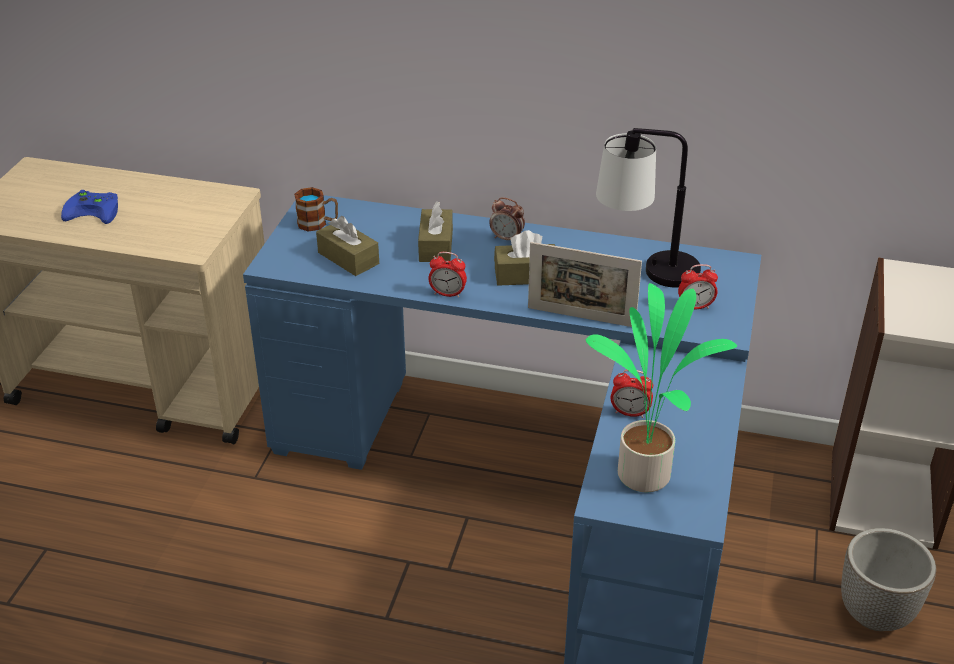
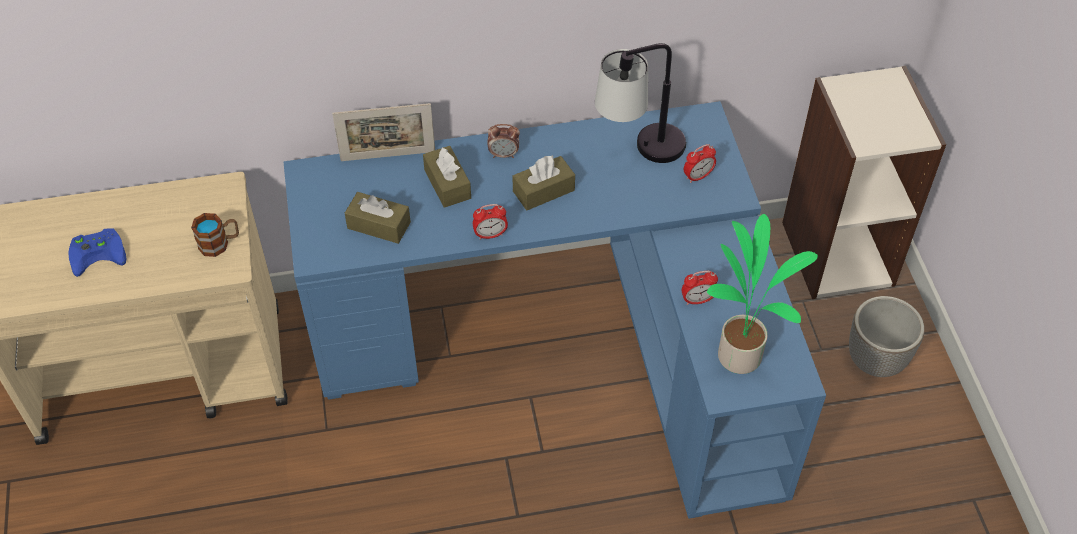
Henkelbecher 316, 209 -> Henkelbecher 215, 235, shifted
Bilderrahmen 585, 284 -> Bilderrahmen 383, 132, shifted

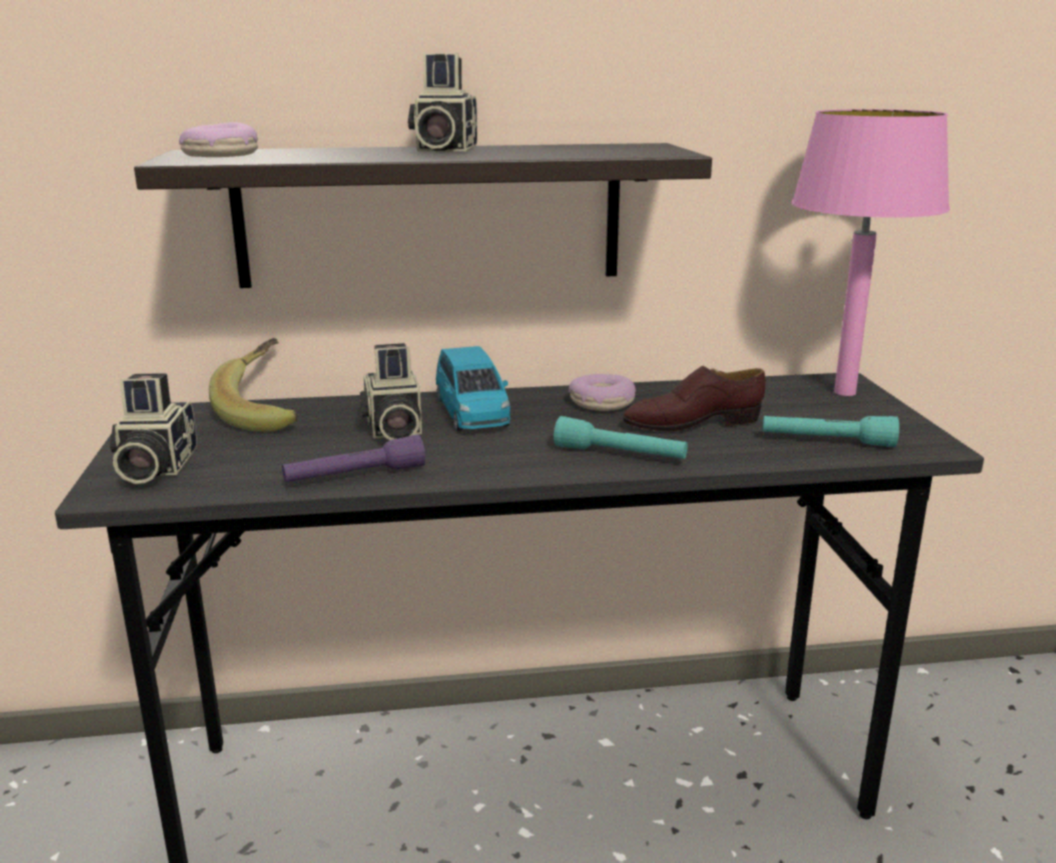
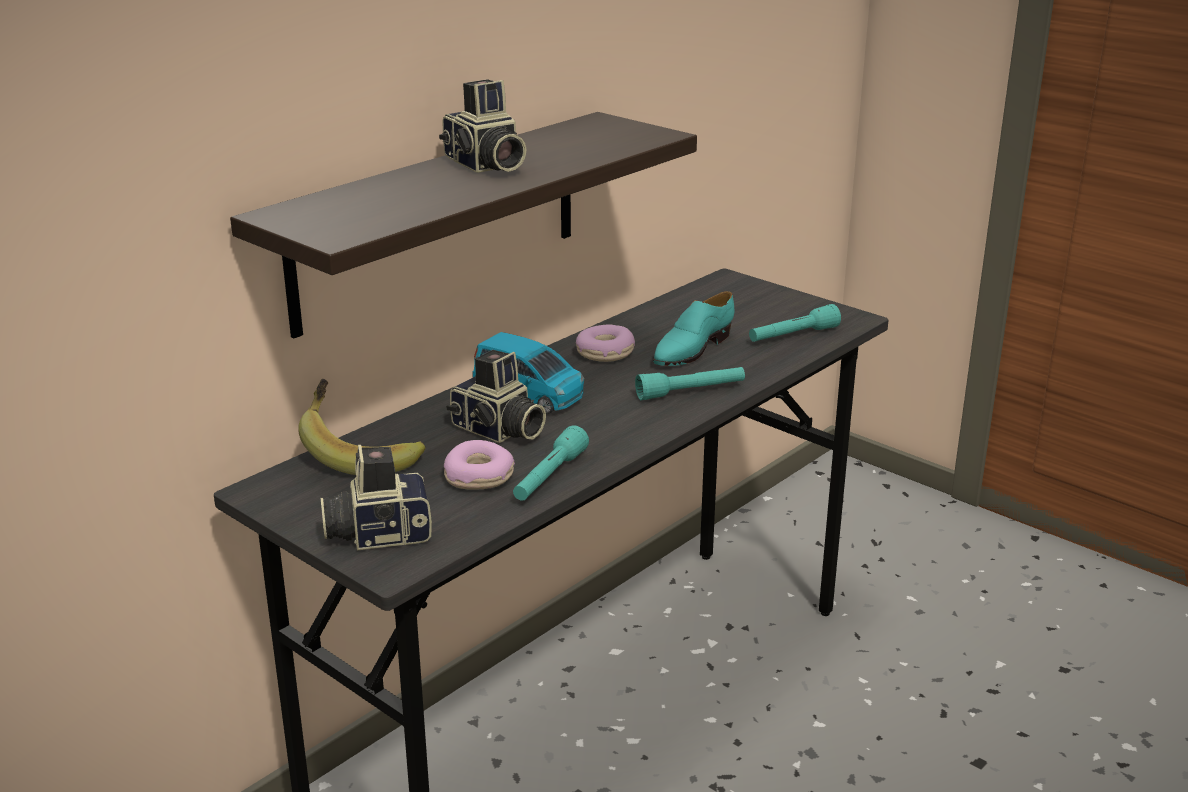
Kamera 153, 428 -> Kamera 376, 498, 120 degrees clockwise
Donut 218, 139 -> Donut 479, 465, shifted
Taschenlampe/lila 353, 458 -> Taschenlampe/türkis 551, 463
Schuh/braun 694, 399 -> Schuh/türkis 693, 328
Tischlampe/rosa 870, 252 -> none

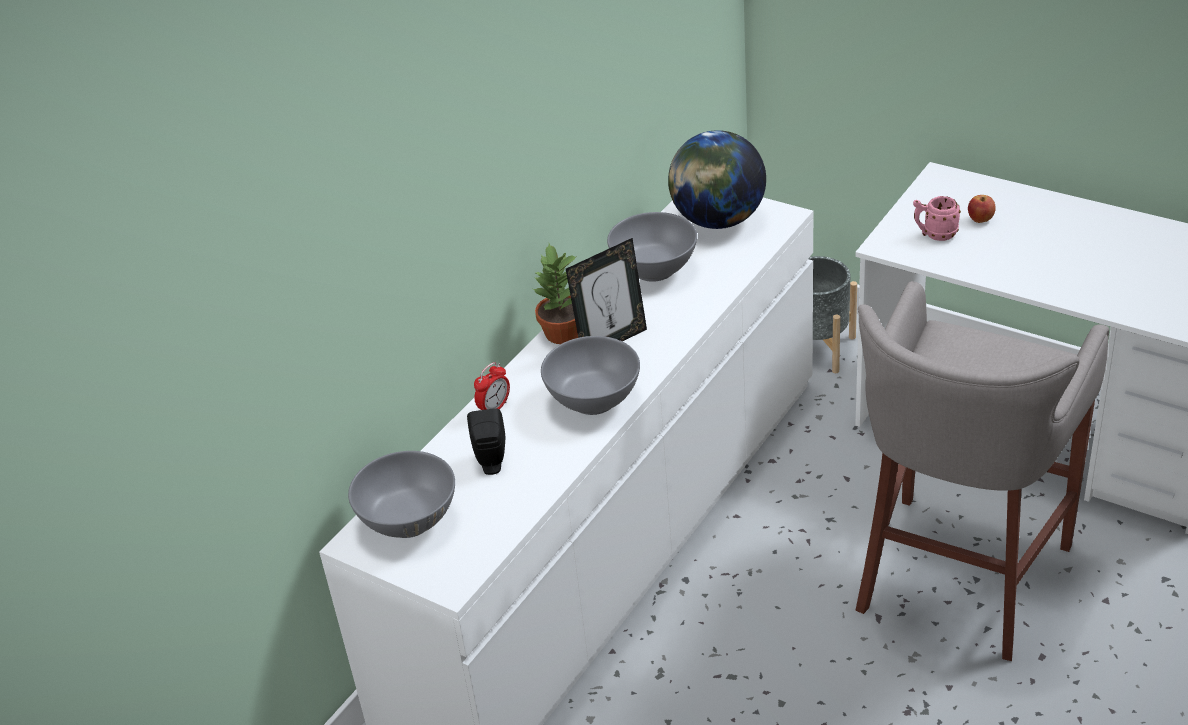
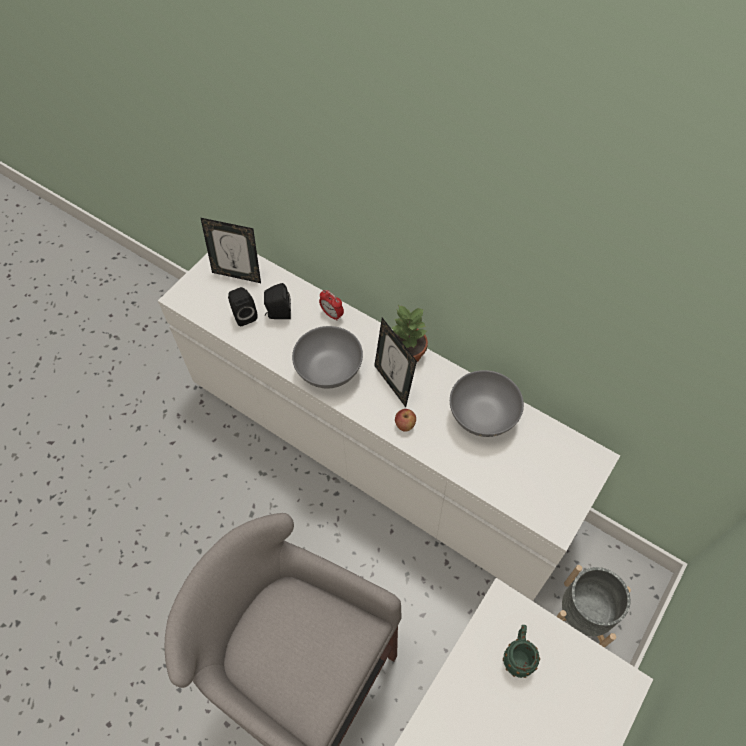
Schüssel/grau 401, 494 -> Bilderrahmen 231, 250
Globus 717, 179 -> none
Henkelbecher/rosa 937, 218 -> Henkelbecher/grün 521, 651
Apfel 982, 209 -> Apfel 405, 420, shifted
none -> Lautsprecher/schwarz 243, 306

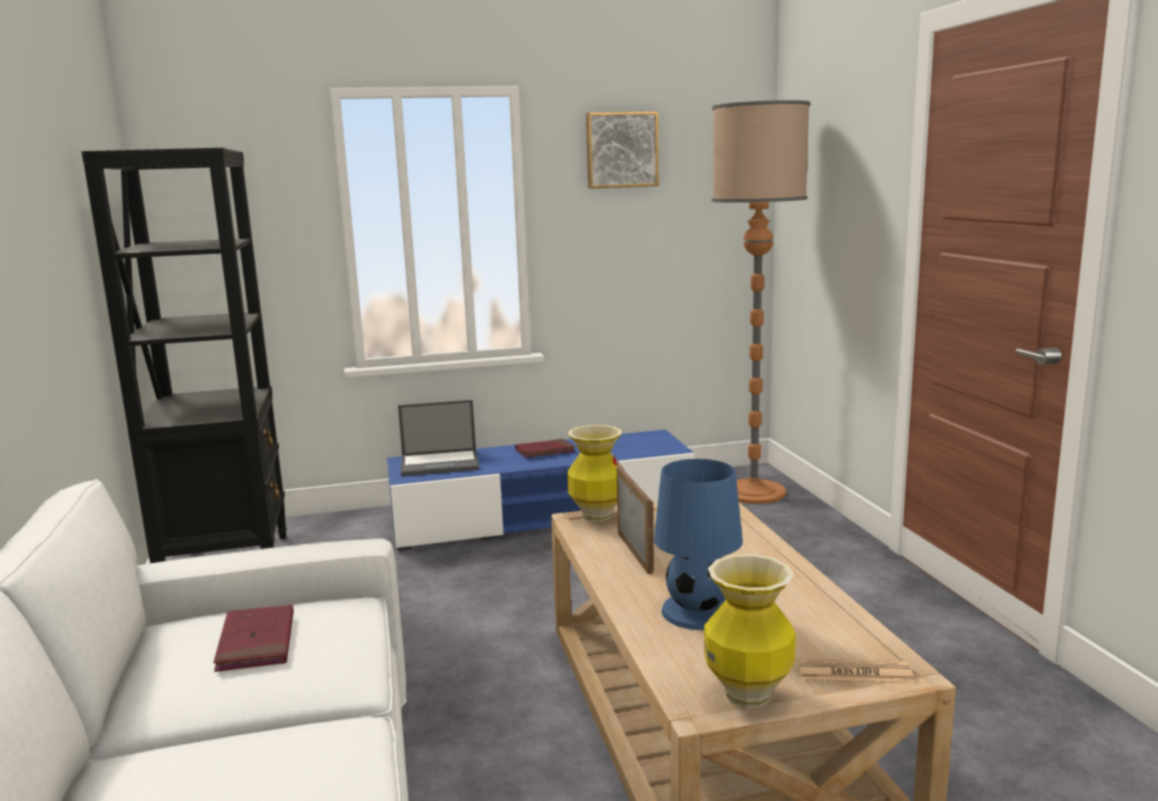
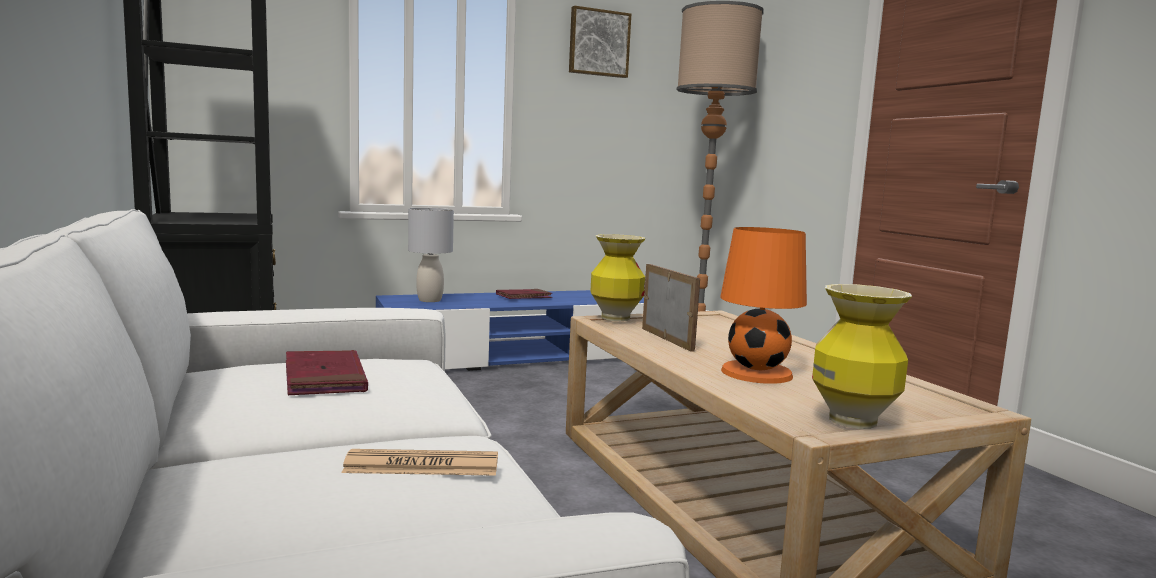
Laptop 438, 438 -> Tischlampe/grau 431, 255
Tischlampe/blau 698, 544 -> Tischlampe/orange 763, 305
Zeitung 855, 671 -> Zeitung 419, 462, shifted

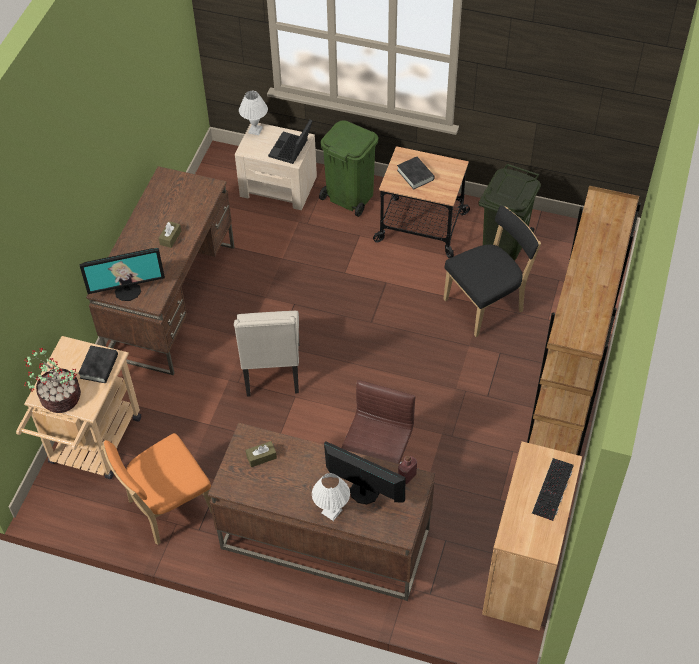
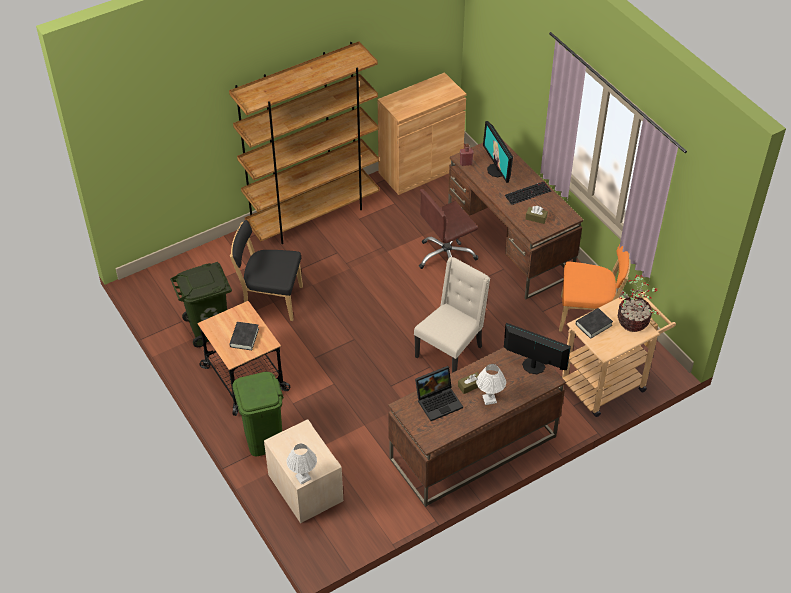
Laptop 290, 142 -> Laptop 439, 393, shifted
Tischlampe/weiß 331, 497 -> Tischlampe/weiß 491, 384, shifted
Tastatur 553, 489 -> Tastatur 528, 193, shifted

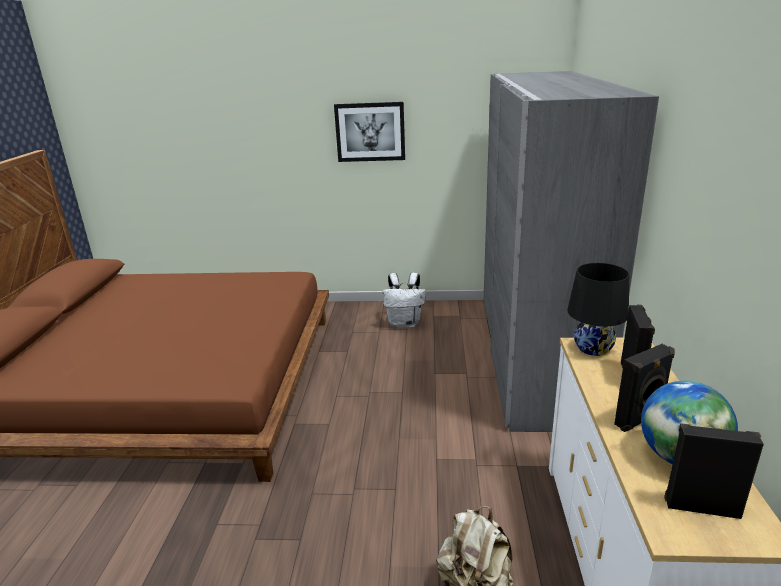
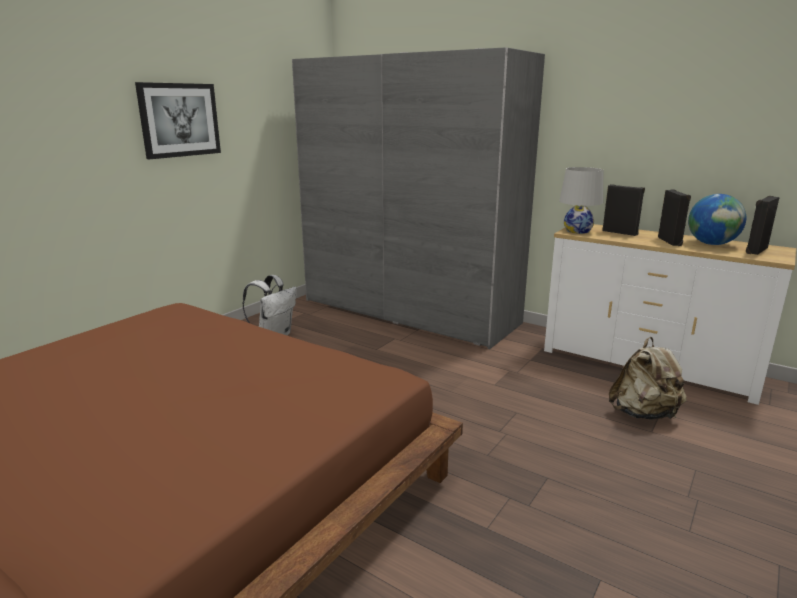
Tischlampe/schwarz 598, 309 -> Tischlampe/weiß 581, 200

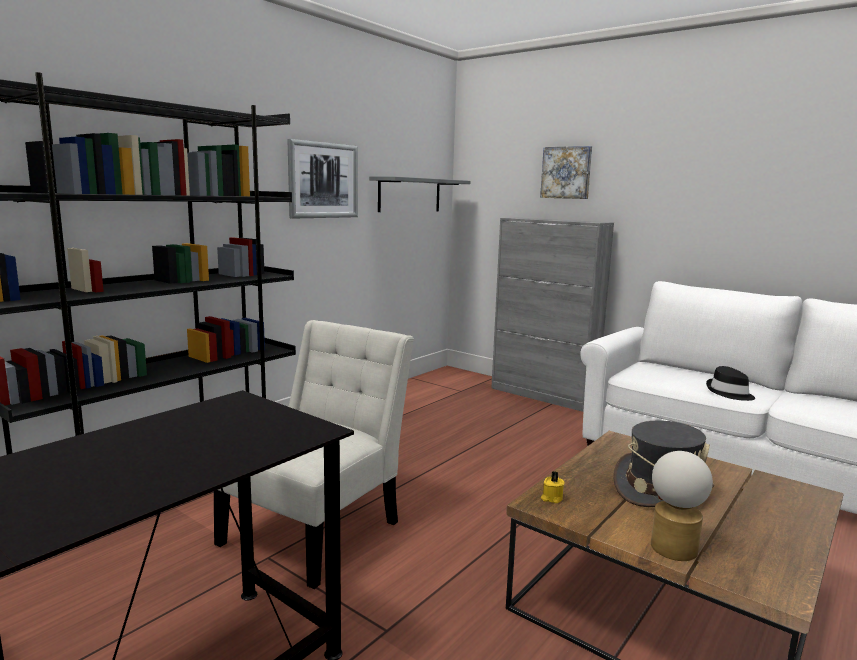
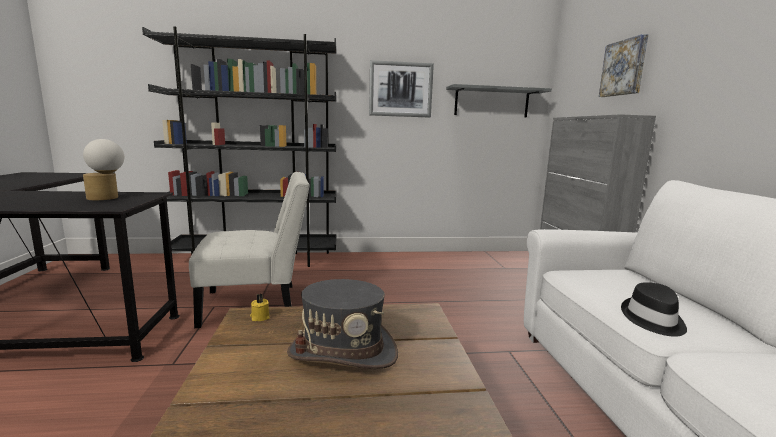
Tischlampe 682, 506 -> Tischlampe 103, 169, shifted

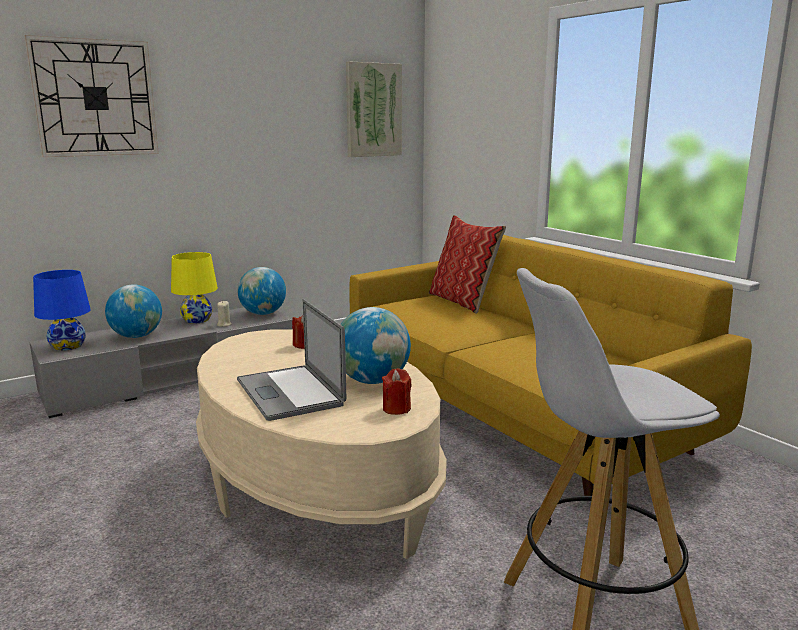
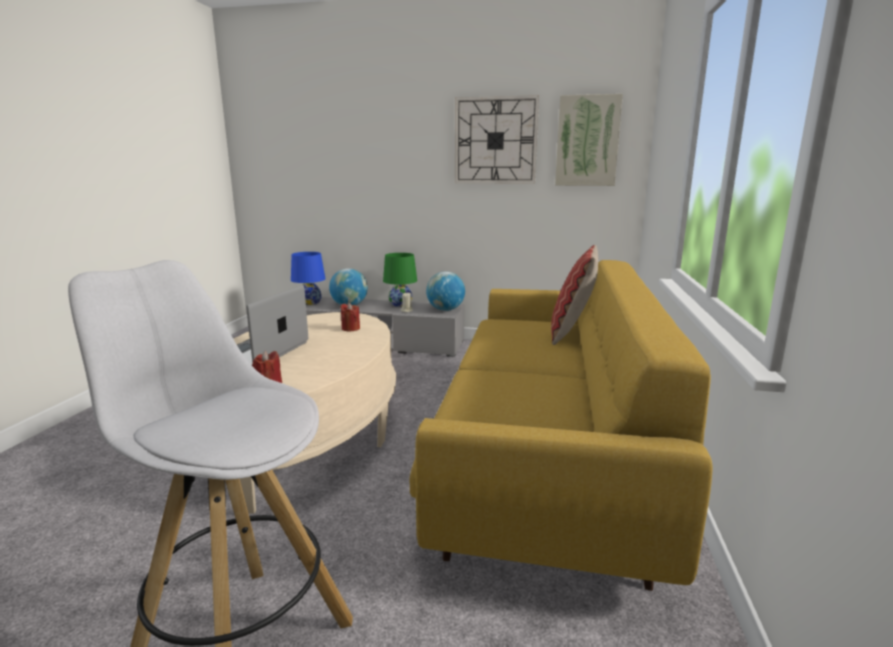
Wanduhr 91, 96 -> Wanduhr 497, 139, shifted
Tischlampe/gelb 194, 287 -> Tischlampe/grün 400, 280
Globus 375, 345 -> none

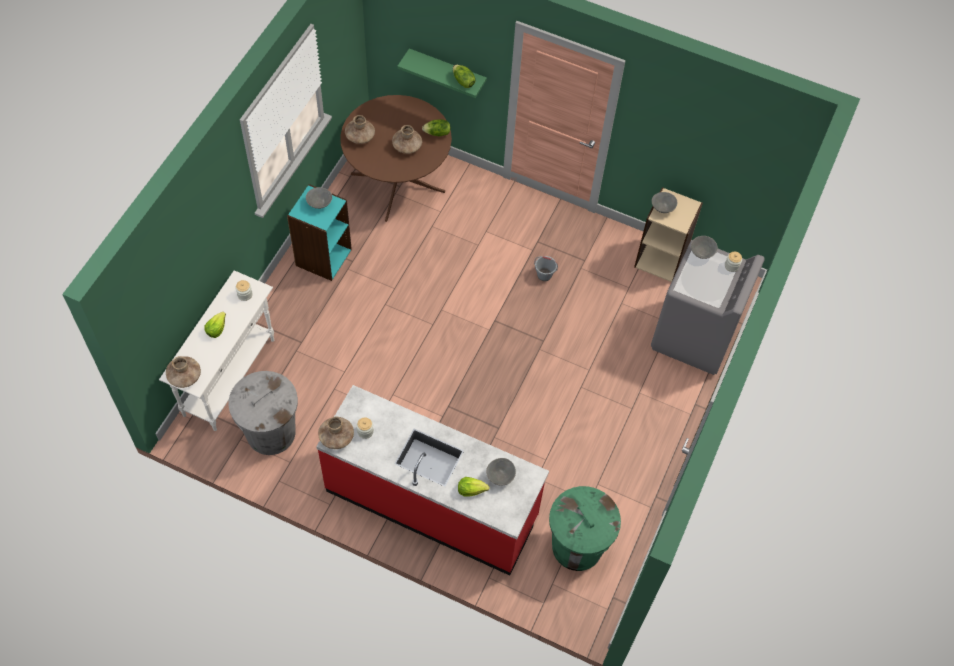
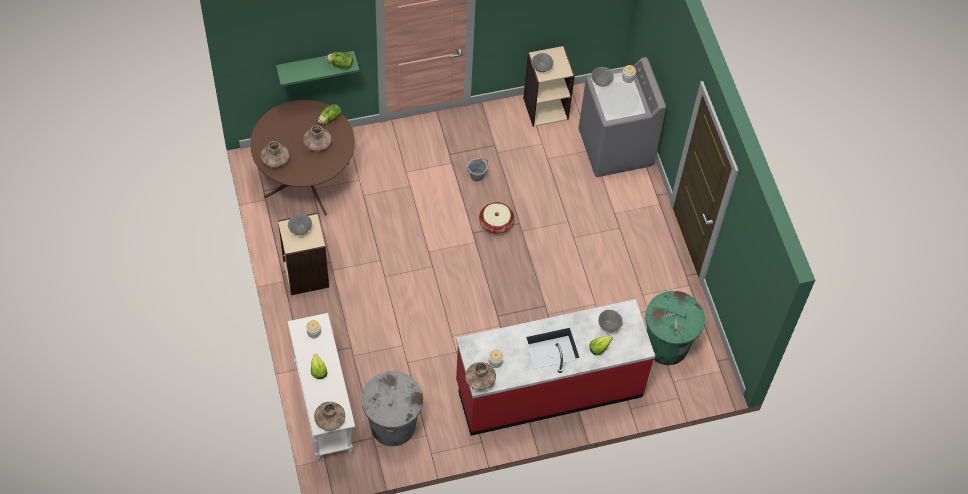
Bücherregal/türkis 319, 232 -> Bücherregal/beige 303, 254
none -> Korb 496, 218

